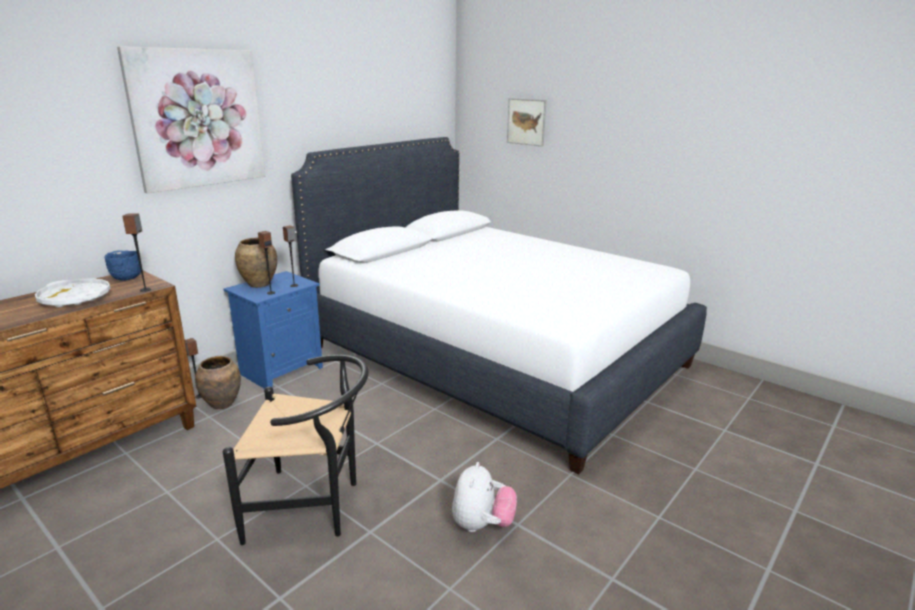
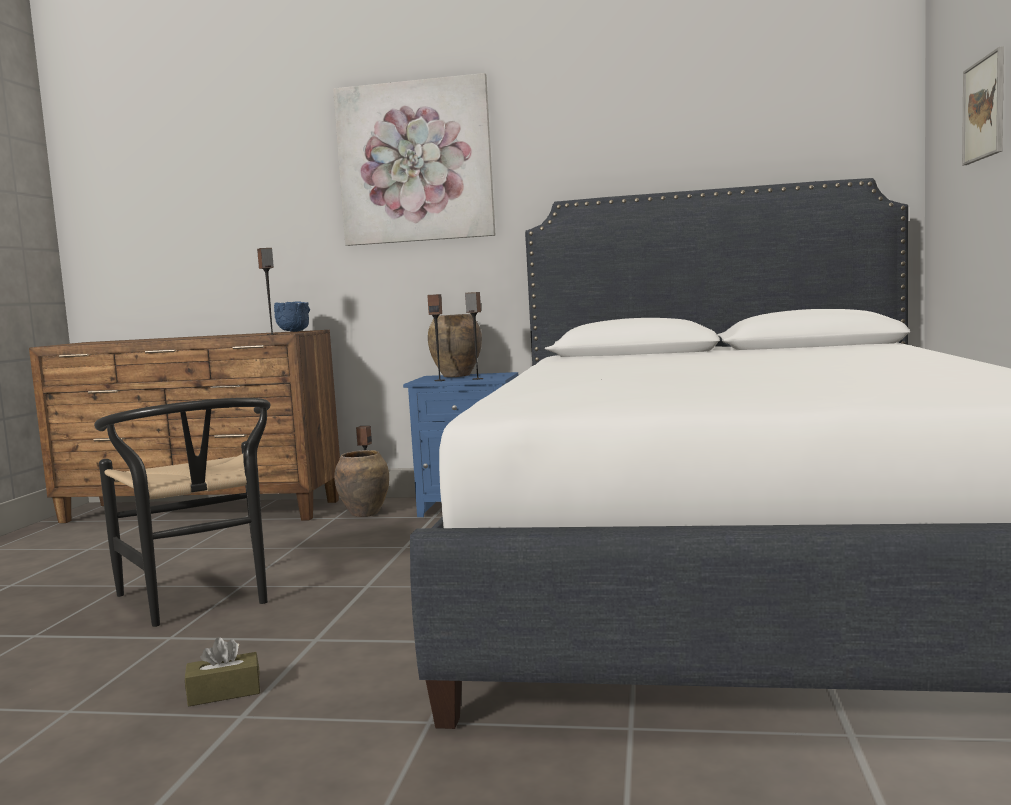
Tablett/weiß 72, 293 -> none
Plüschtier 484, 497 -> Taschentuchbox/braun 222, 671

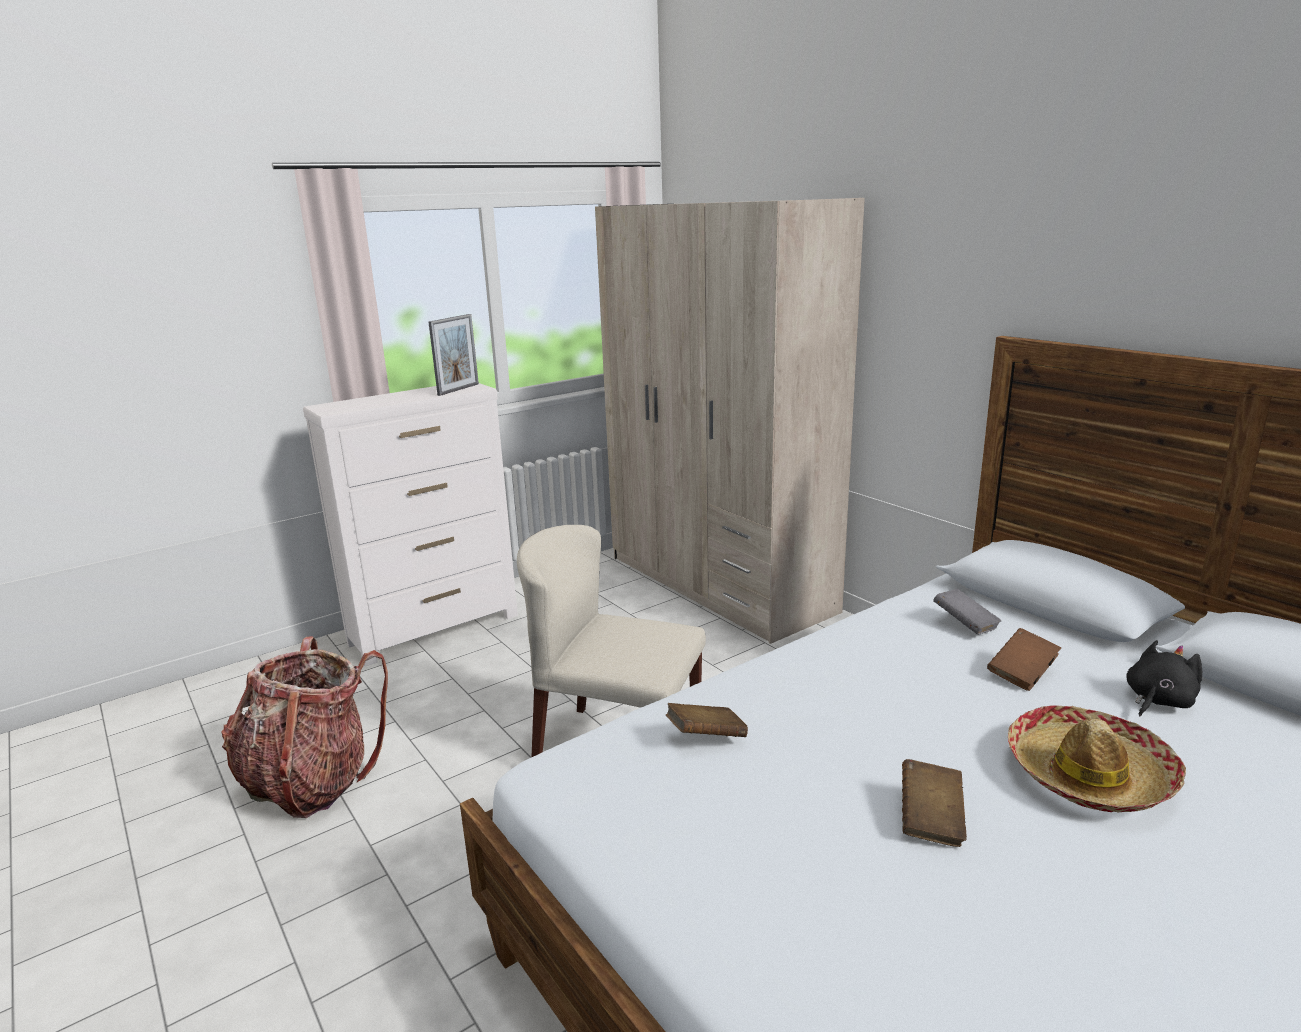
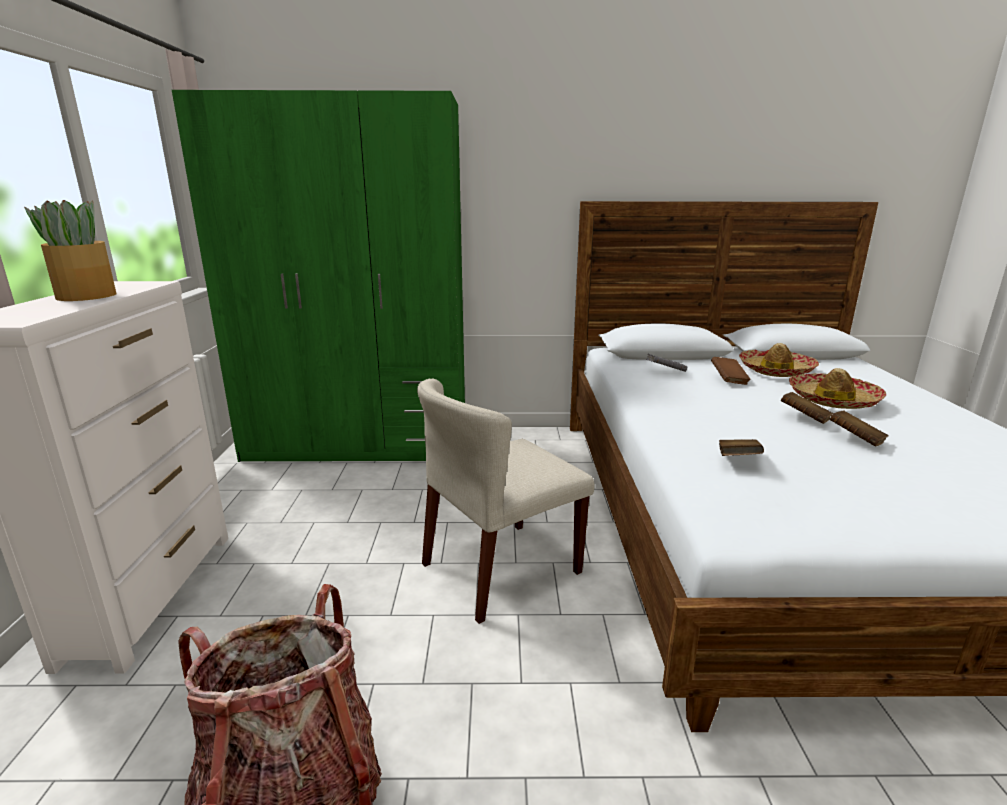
Bilderrahmen 454, 355 -> none
Kleiderschrank/beige 730, 421 -> Kleiderschrank/grün 318, 276
Plüschtier/schwarz 1164, 678 -> Hut 779, 360
none -> Topfpflanze 70, 250
none -> Buch/braun 806, 408

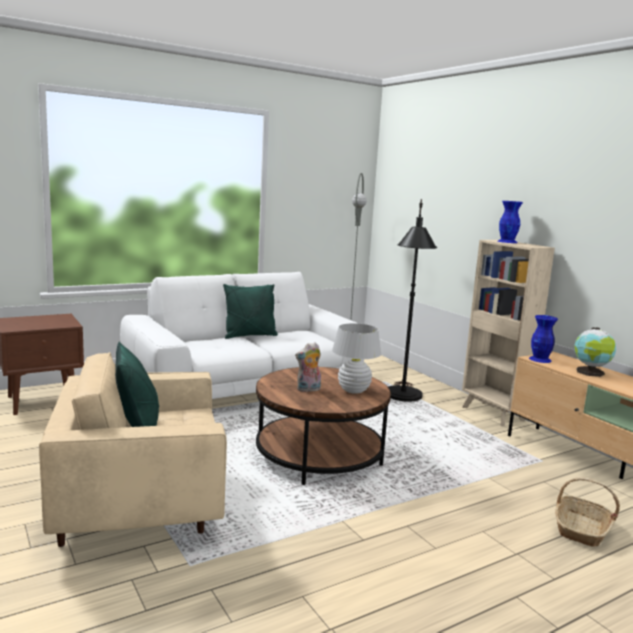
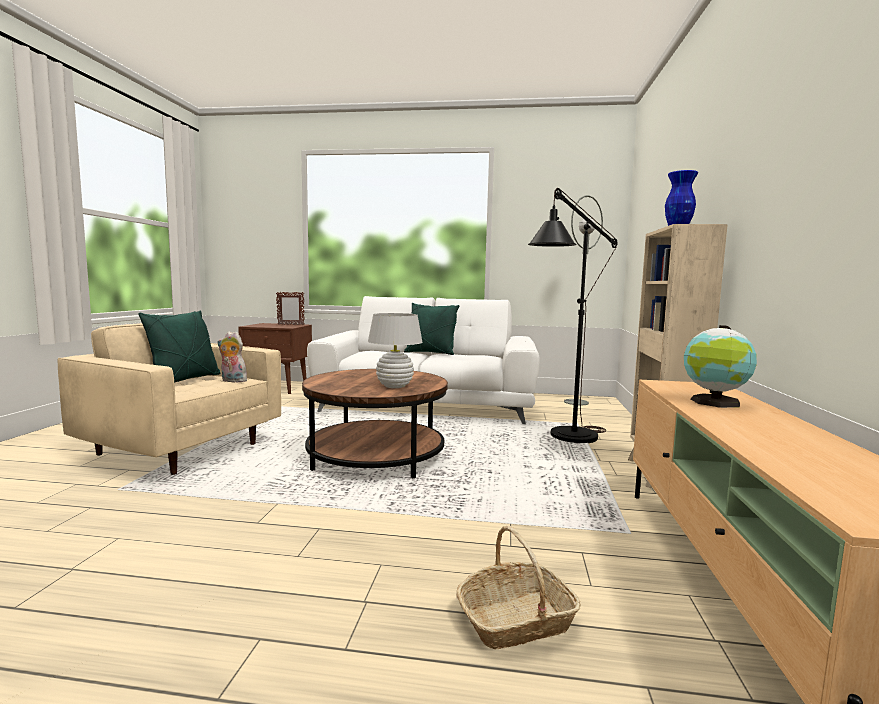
Plüschtier 308, 367 -> Plüschtier 232, 357, shifted
Vase/blau 543, 339 -> none
none -> Bilderrahmen 290, 308

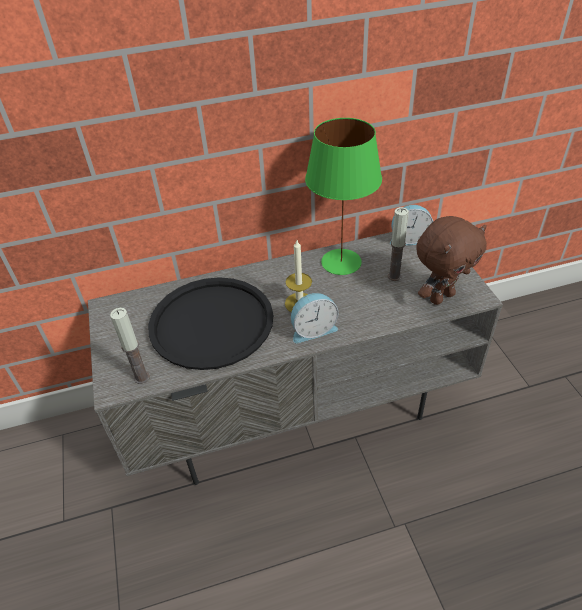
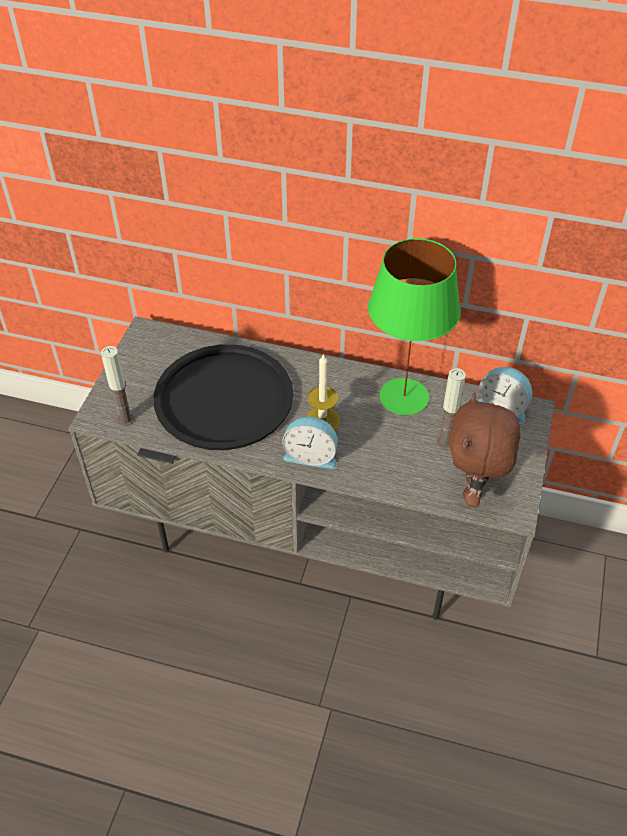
Plüschtier/braun 451, 260 -> Plüschtier/braun 484, 450, 105 degrees clockwise

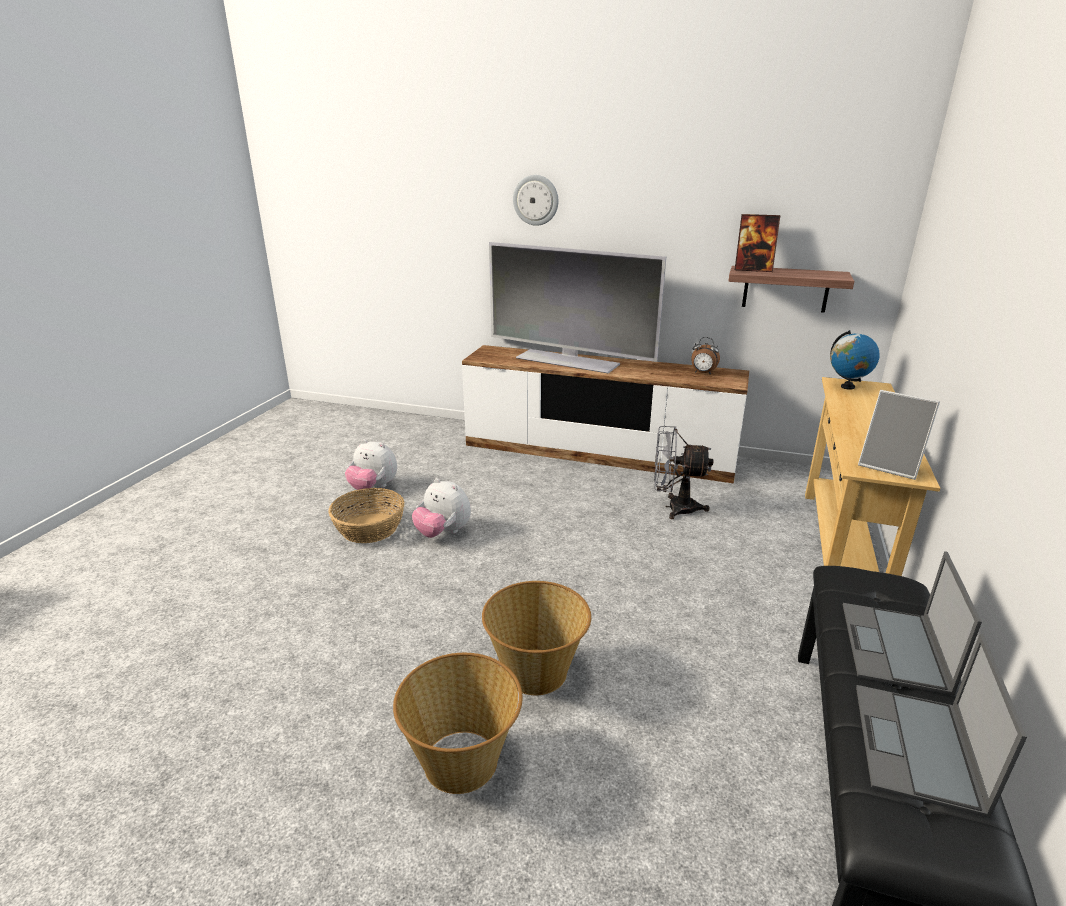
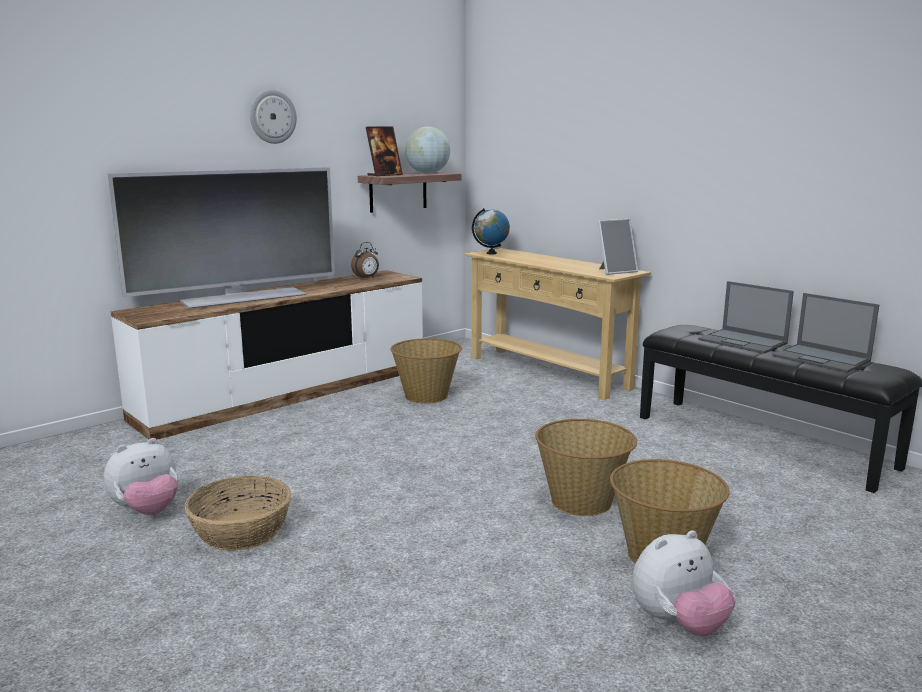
Plüschtier 441, 508 -> Plüschtier 683, 583, shifted
Wanduhr 535, 200 -> Wanduhr 273, 116, shifted
Ventilator/grau 683, 472 -> Korb 426, 371
none -> Globus 427, 150

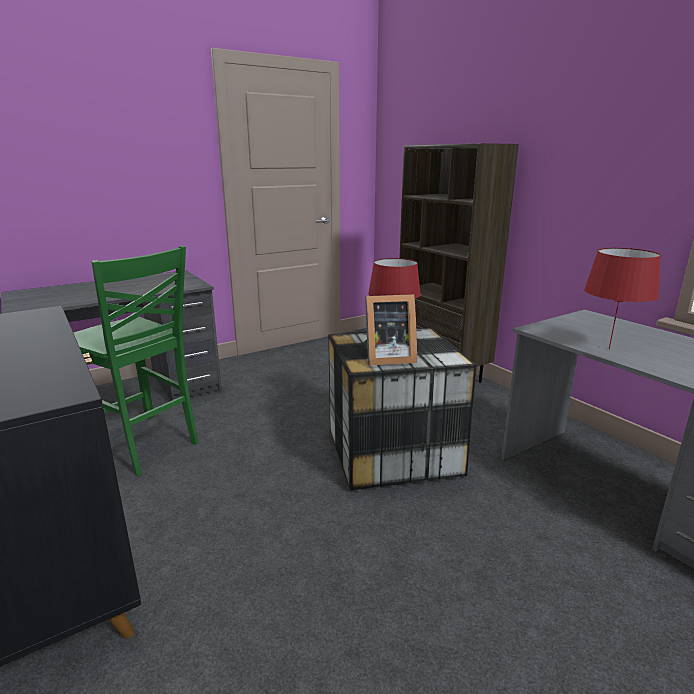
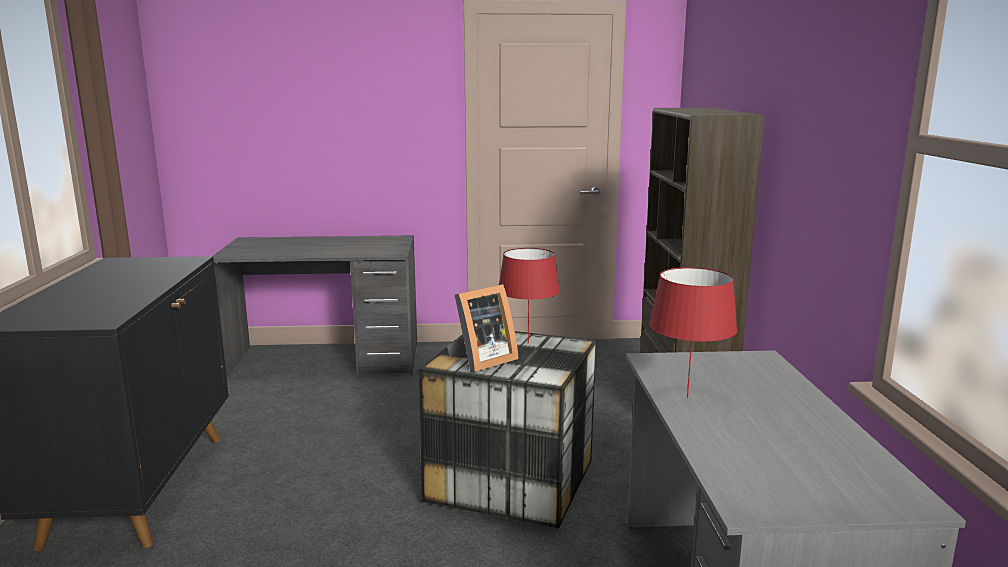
Stuhl/grün 136, 361 -> none
Bilderrahmen 390, 329 -> Bilderrahmen 483, 328, 60 degrees counterclockwise

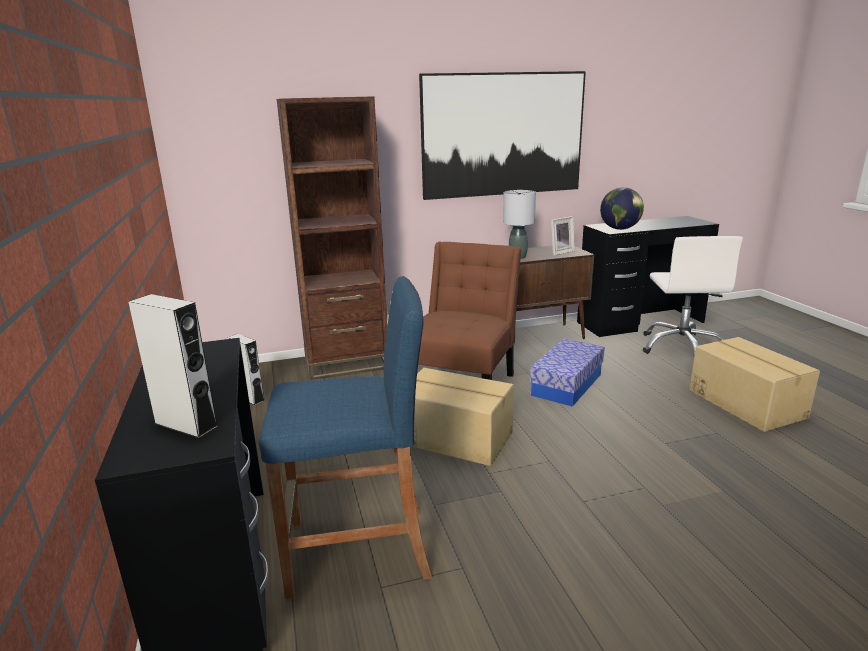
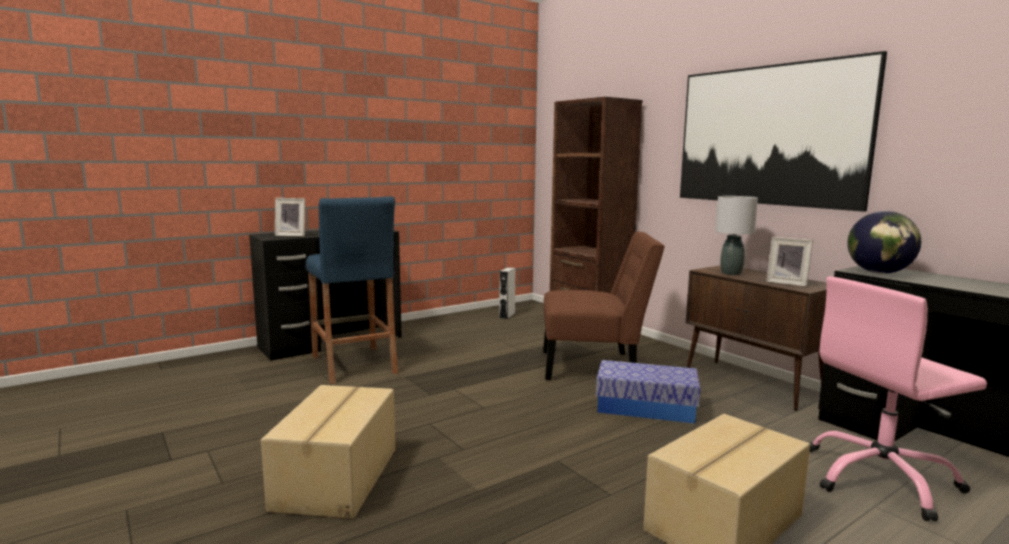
Lautsprecher/grau 173, 366 -> Bilderrahmen 290, 217
Karton 462, 417 -> Karton 328, 452, shifted
Bürostuhl/weiß 693, 296 -> Bürostuhl/rosa 898, 398

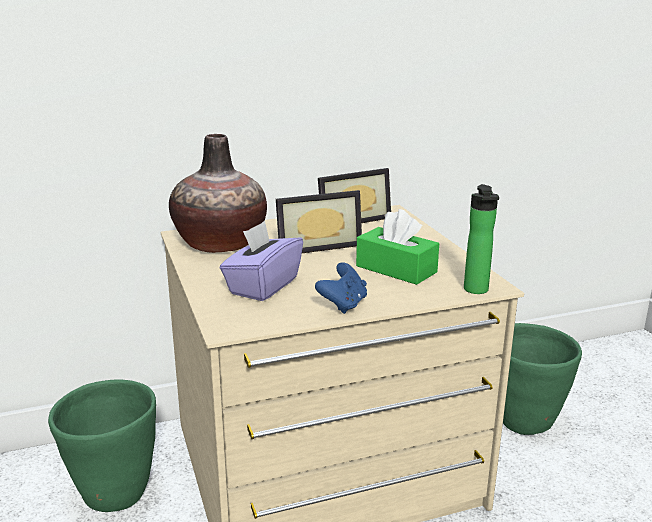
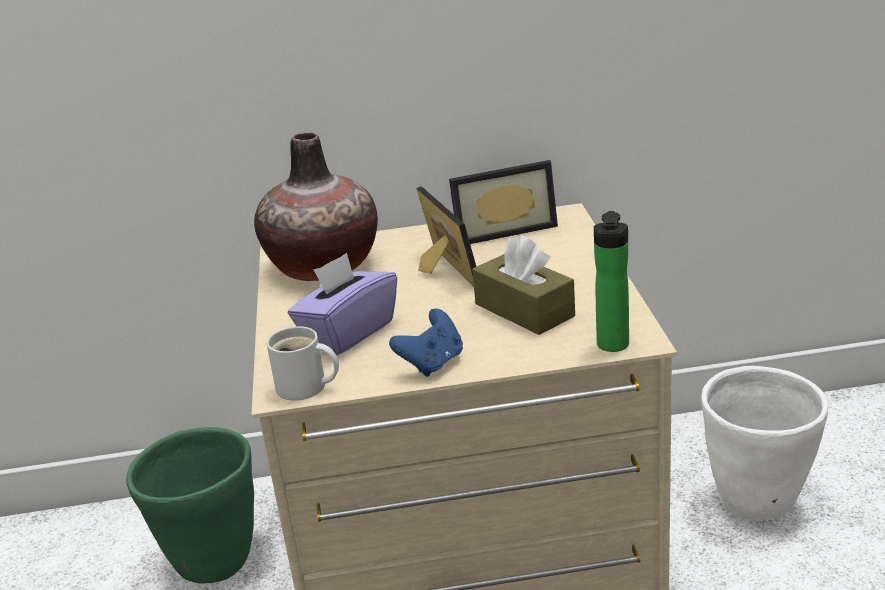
Bilderrahmen 319, 221 -> Bilderrahmen 446, 236, 105 degrees counterclockwise
Taschentuchbox/grün 397, 247 -> Taschentuchbox/braun 523, 285
Pflanzkübel/grün 542, 379 -> Pflanzkübel/weiß 764, 443
none -> Henkelbecher/weiß 303, 363

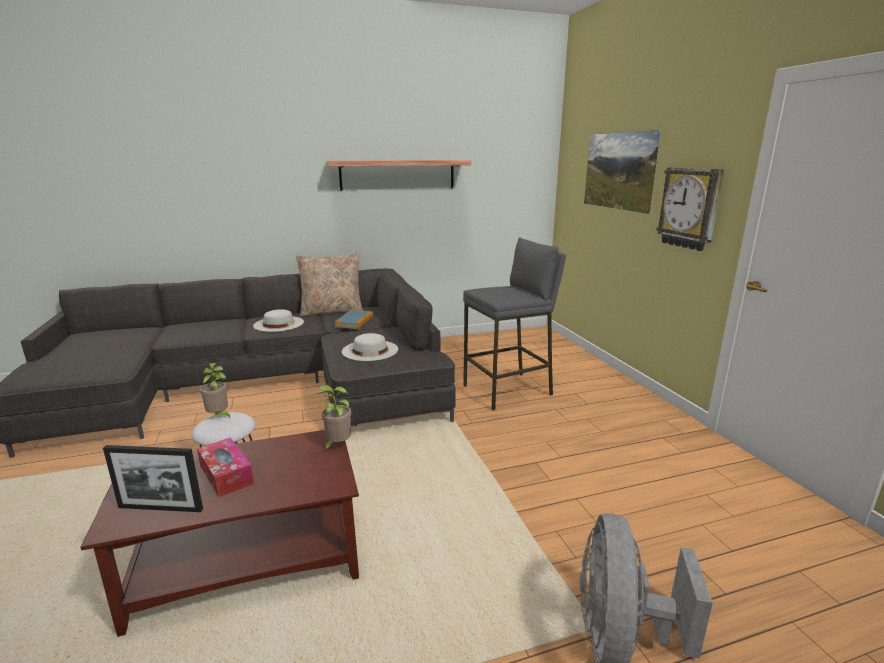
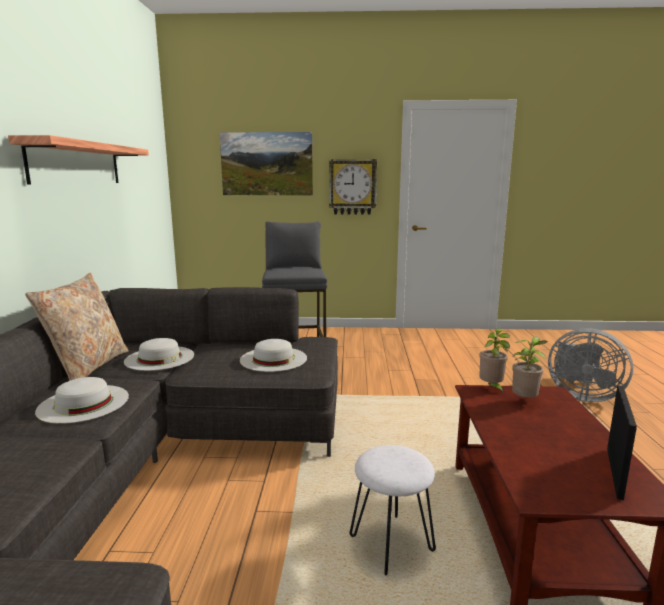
Taschentuchbox 225, 467 -> none
Topfpflanze 215, 390 -> Topfpflanze 530, 367, shifted
Buch 353, 319 -> Hut/weiß 159, 354

